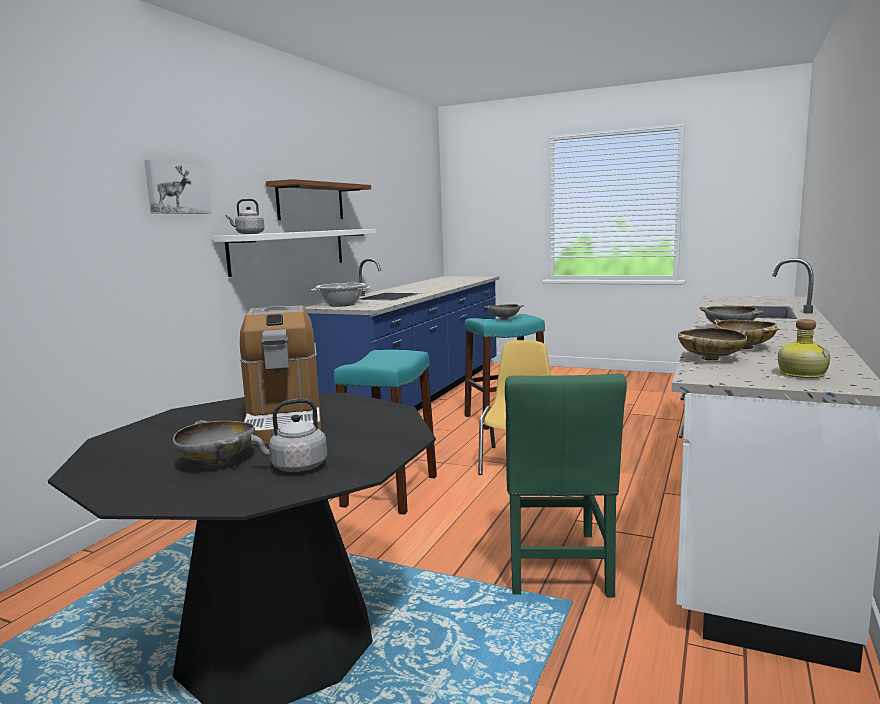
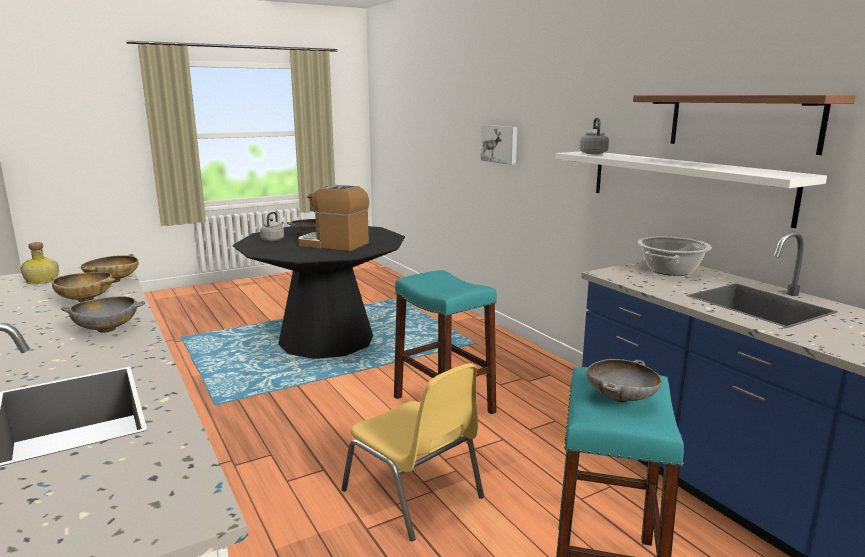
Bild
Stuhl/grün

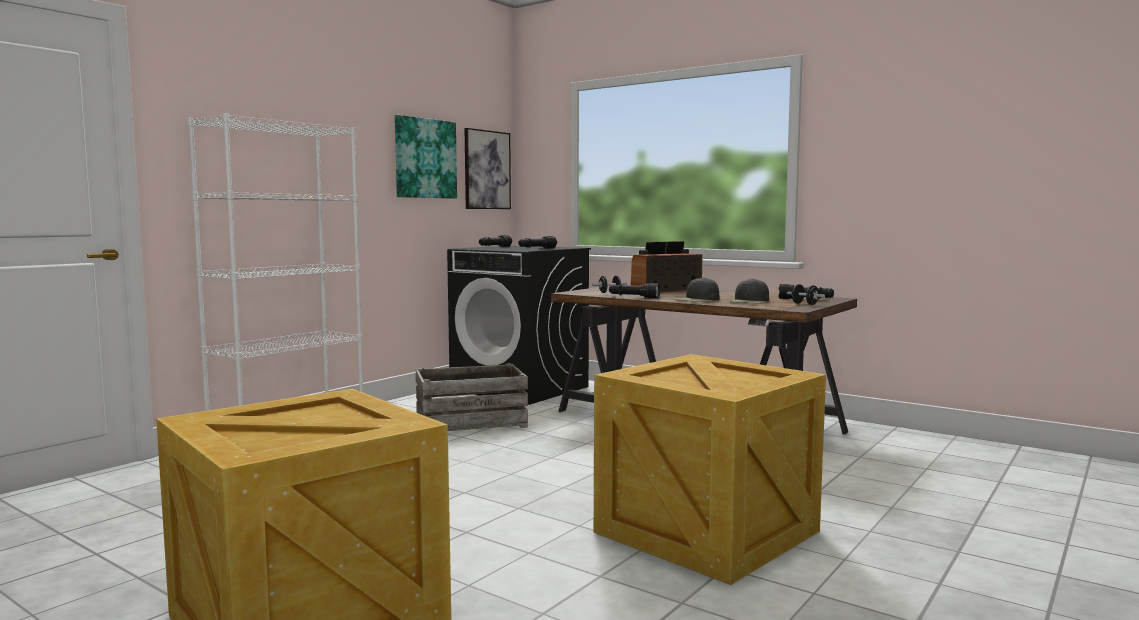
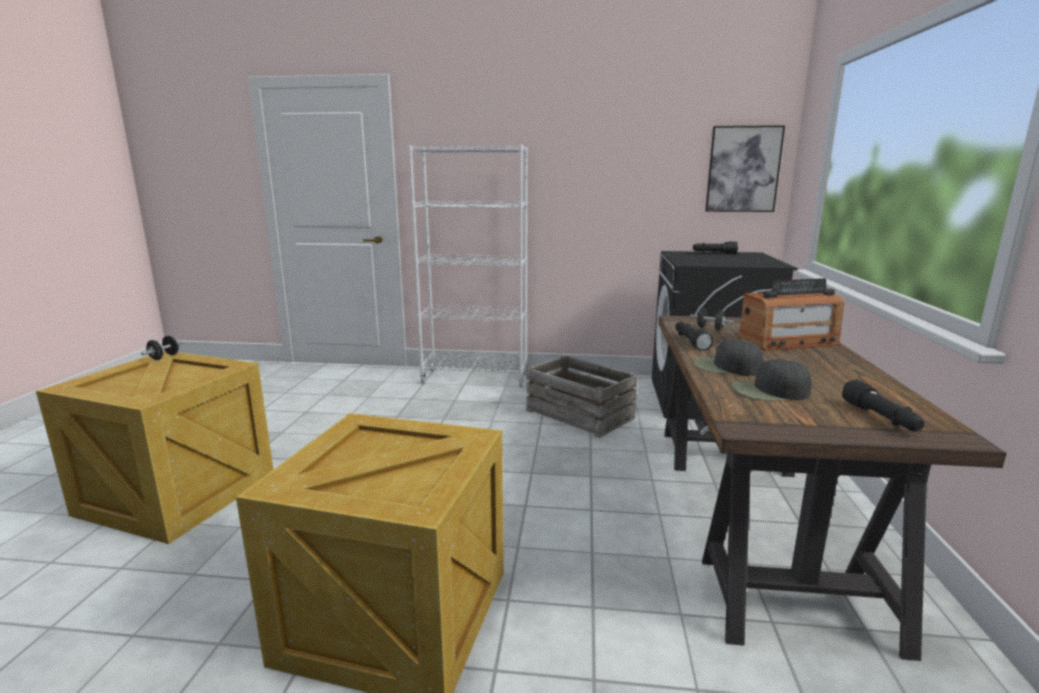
Bild (no. 1 from left in the first image)
Taschenlampe/schwarz (no. 2 from left in the first image)
Radio
Hantel/schwarz (no. 1 from left)

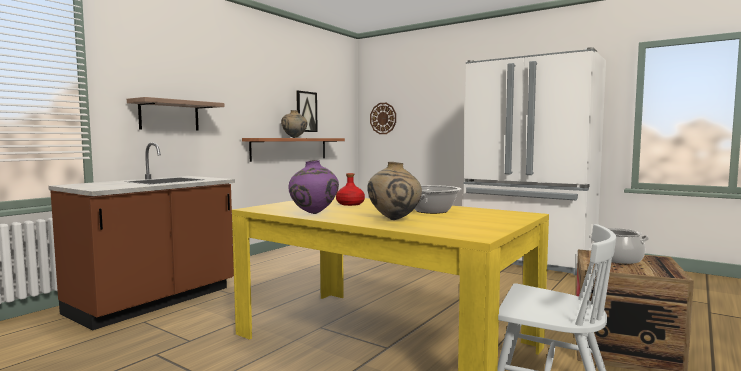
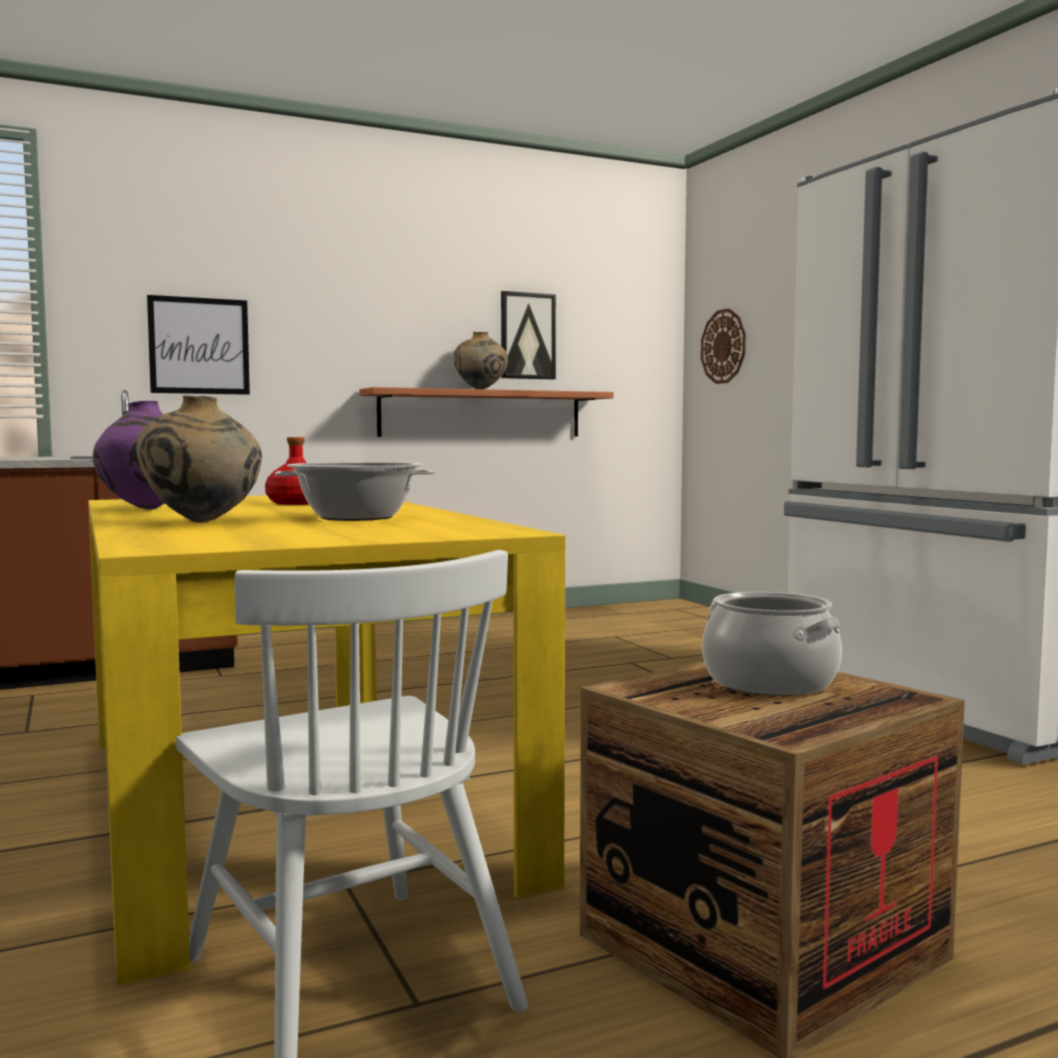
Bild (no. 1 from left)

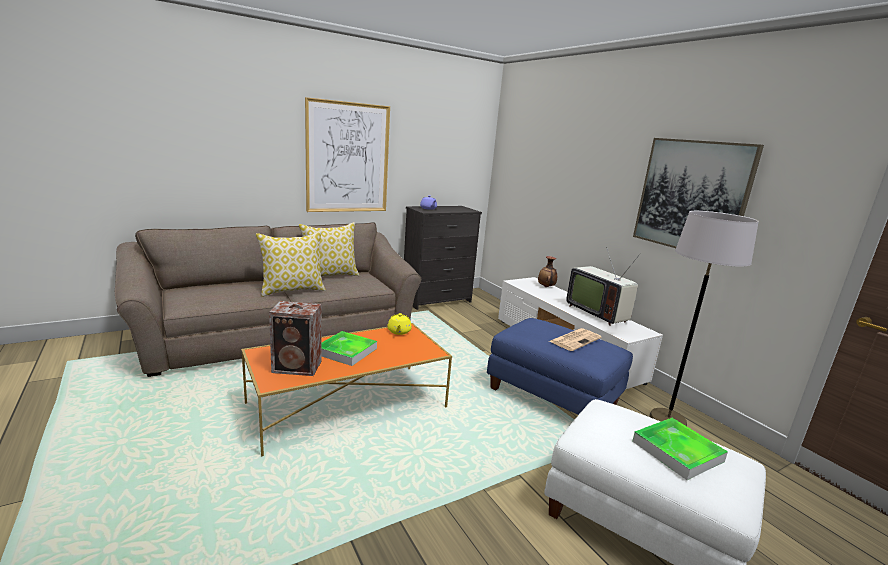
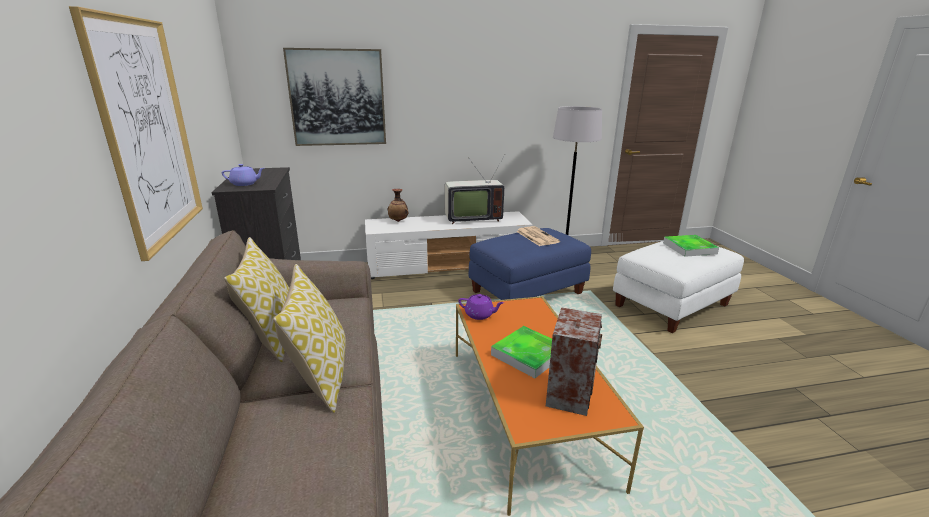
Bild (no. 2 from left)
Teekanne/lila (no. 2 from left)

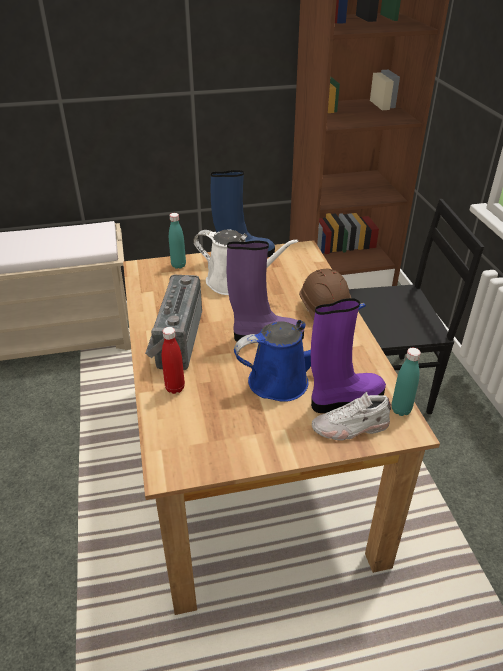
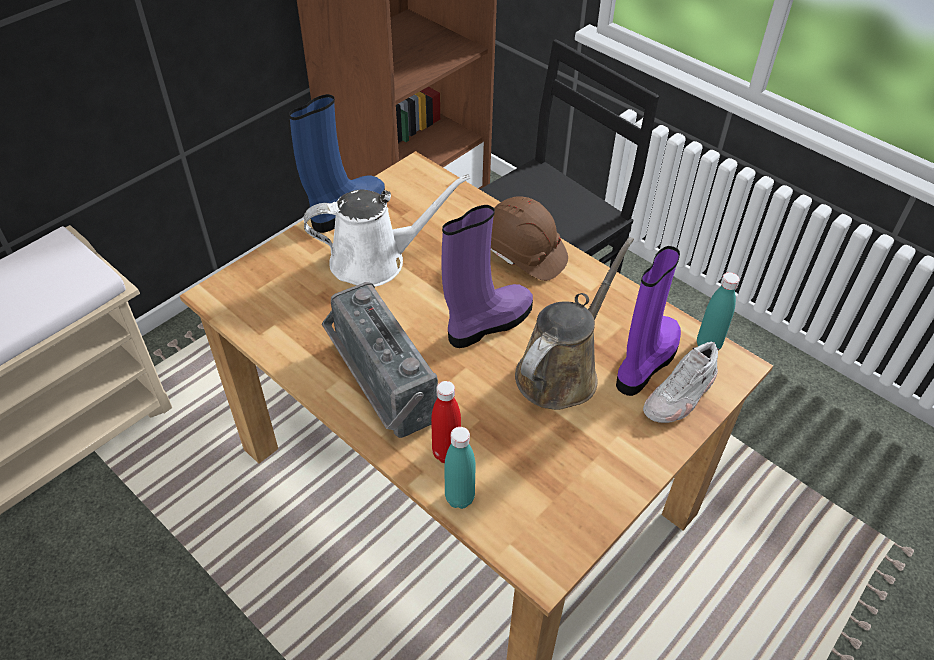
Flasche/türkis (no. 1 from left)
Gießkanne/braun

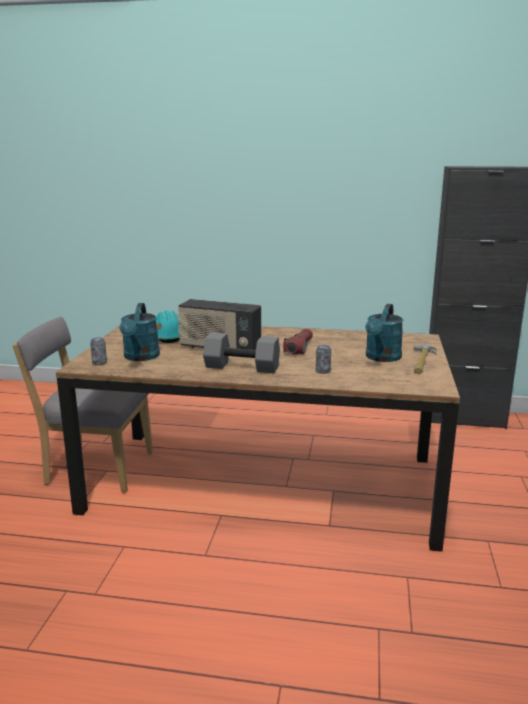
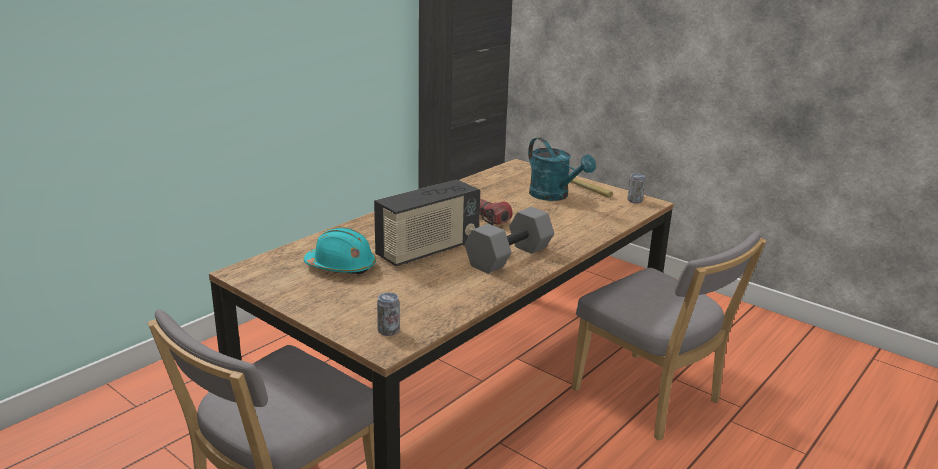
Gießkanne/türkis (no. 1 from left in the first image)
Dose (no. 2 from left)
Stuhl/grau (no. 2 from left)

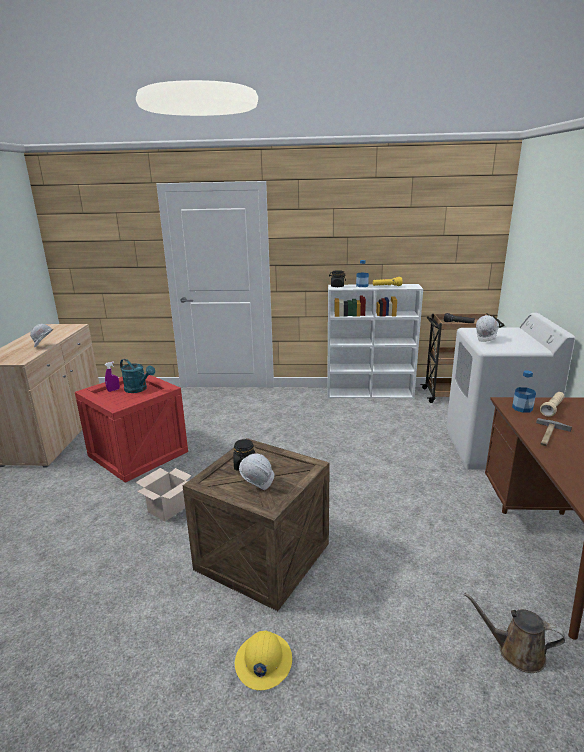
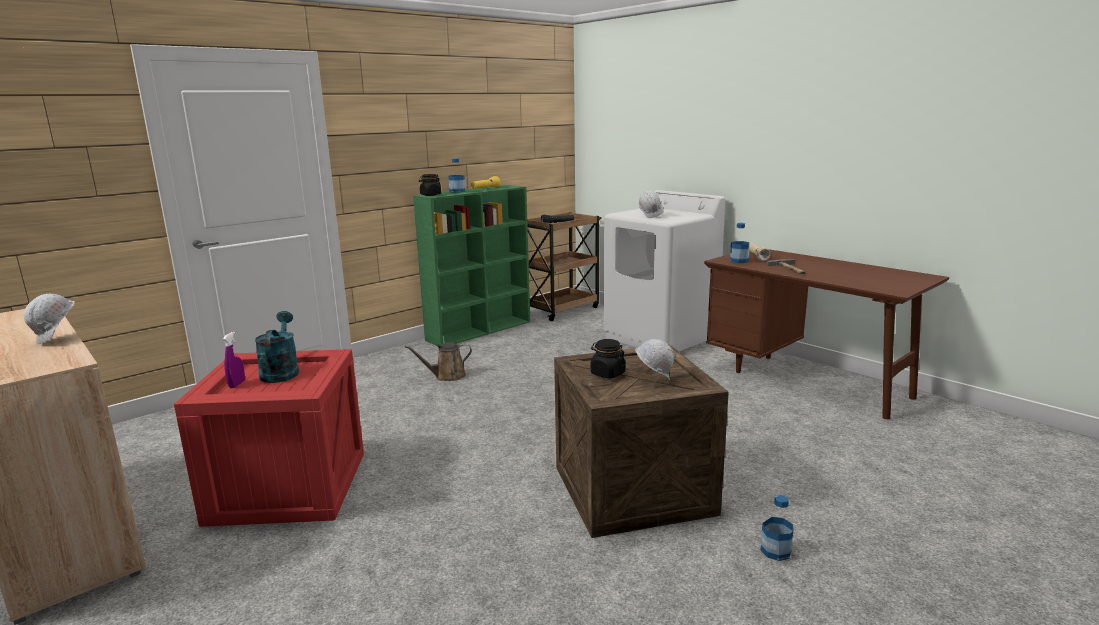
Bücherregal/grün
Gießkanne/türkis
Karton
Gießkanne/braun
Flasche (no. 3 from left)

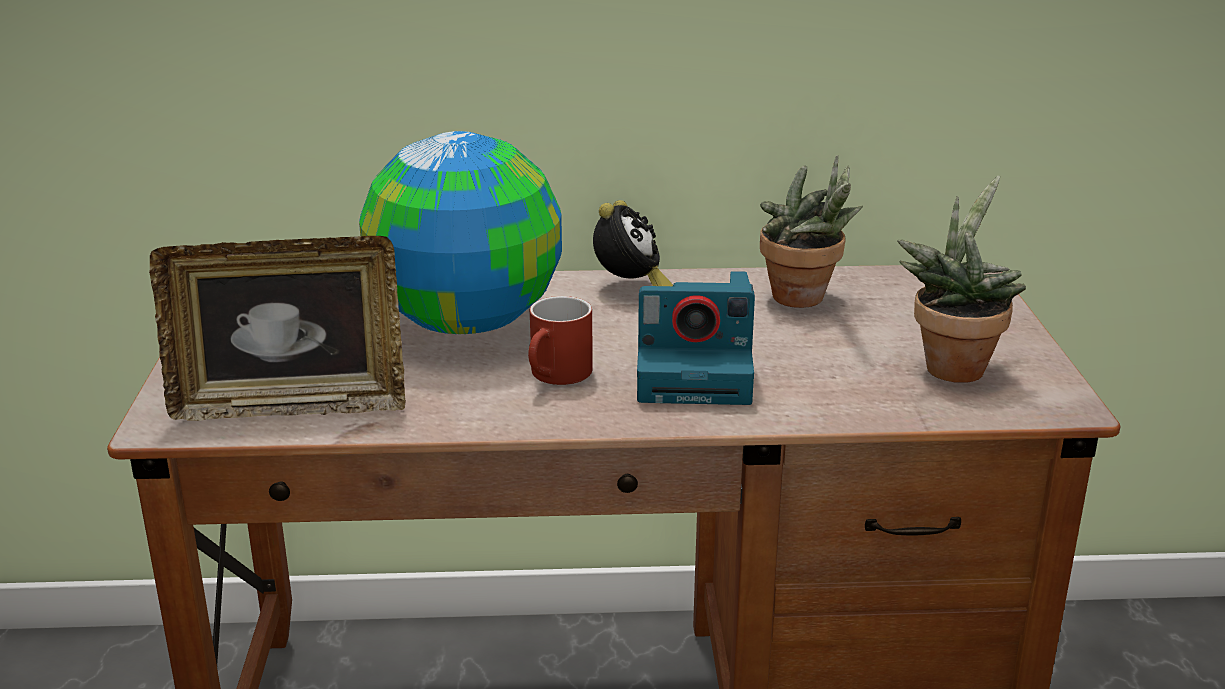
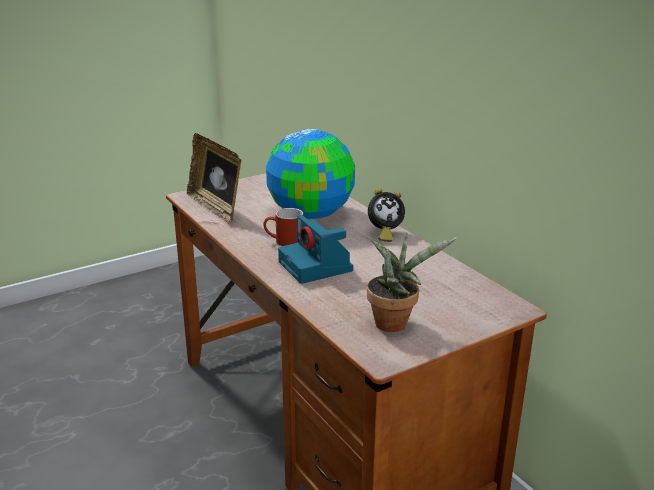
Topfpflanze (no. 1 from left in the first image)

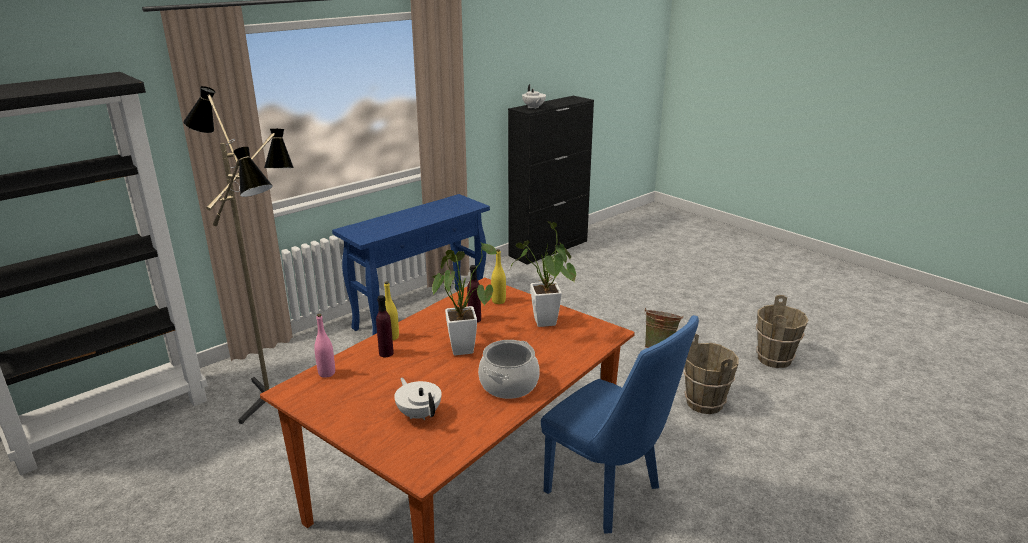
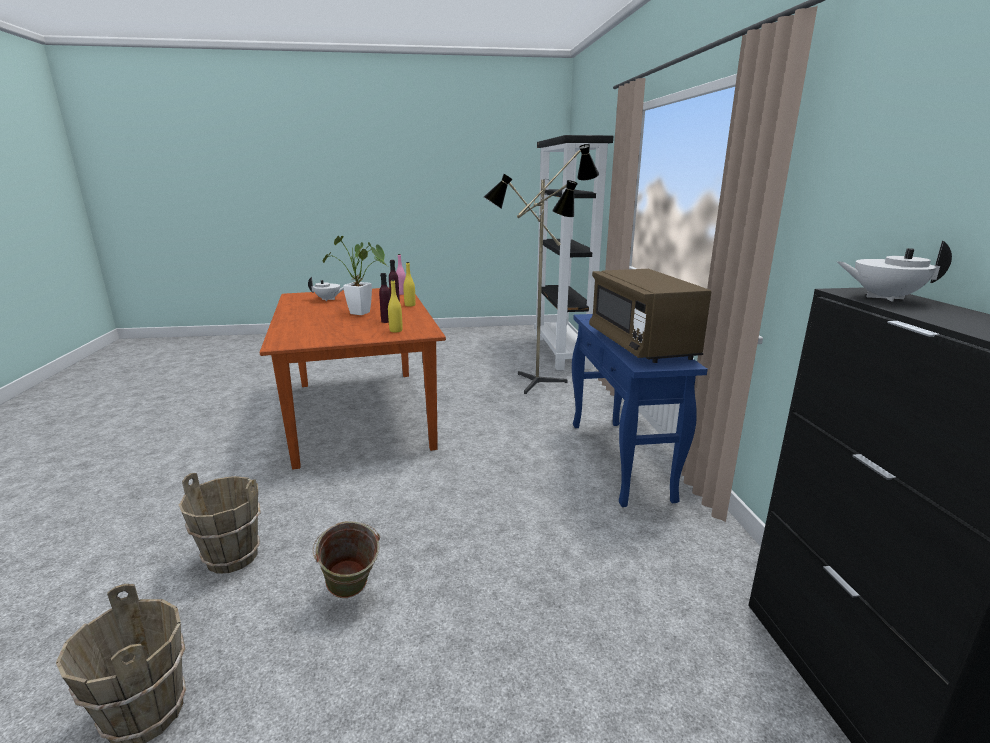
Topfpflanze (no. 2 from left in the first image)
Stuhl/blau
Kochtopf
Mikrowelle/braun

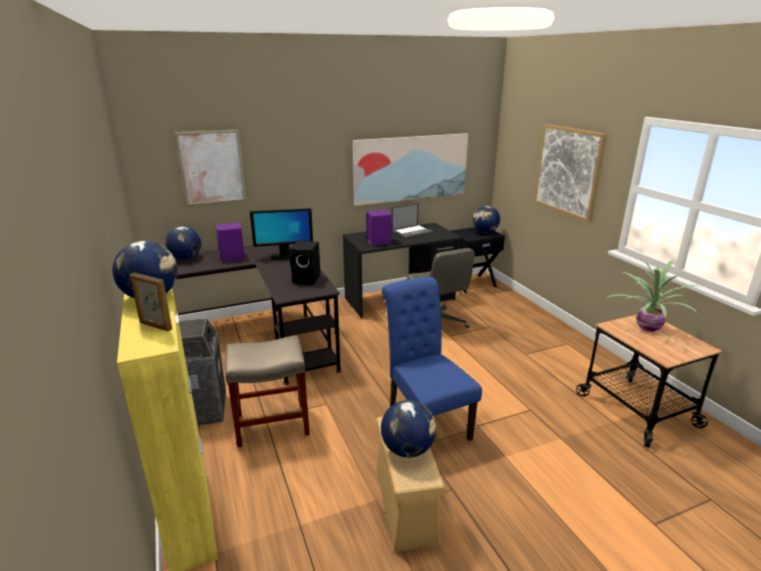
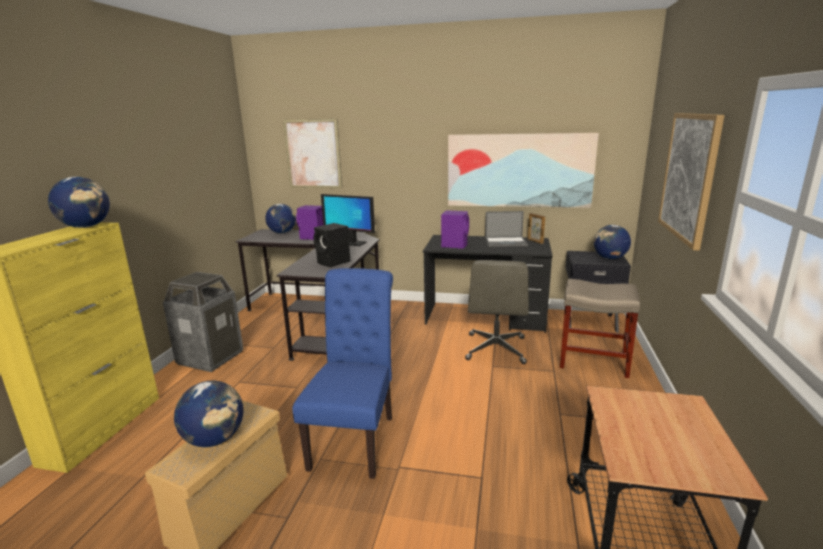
Topfpflanze
Bilderrahmen
Hocker/beige

